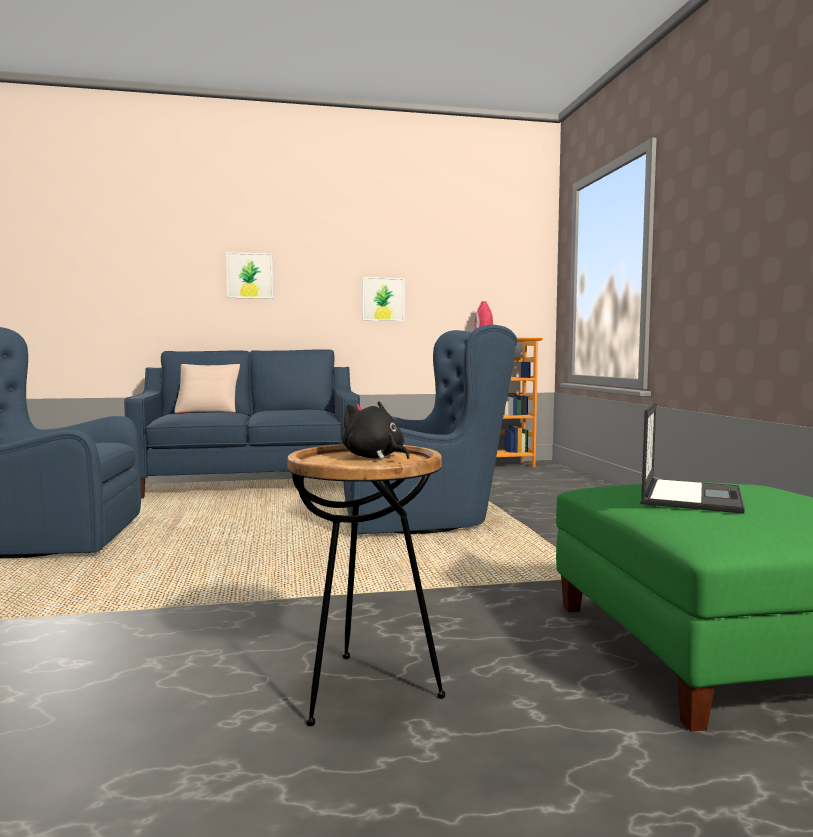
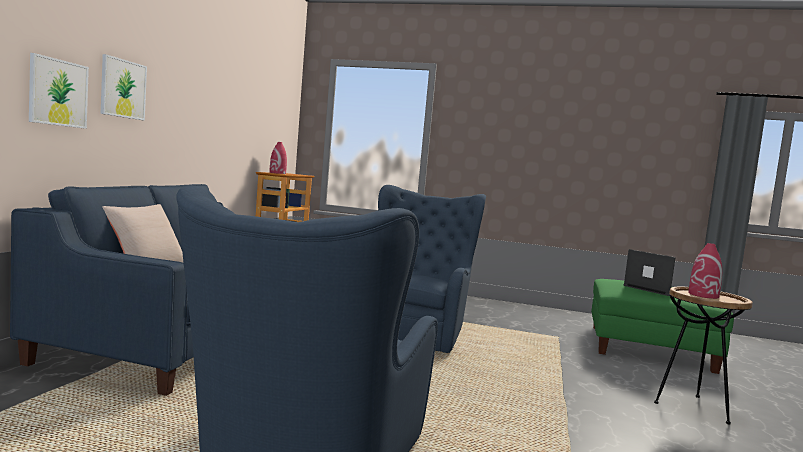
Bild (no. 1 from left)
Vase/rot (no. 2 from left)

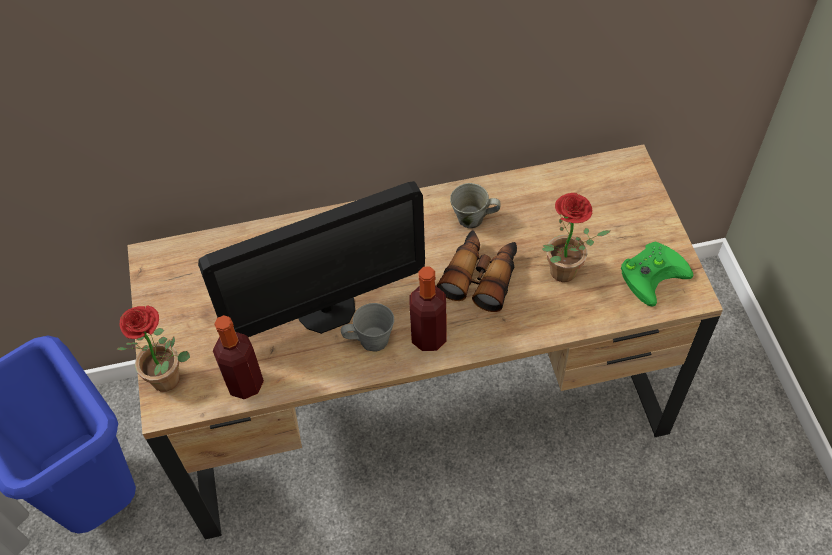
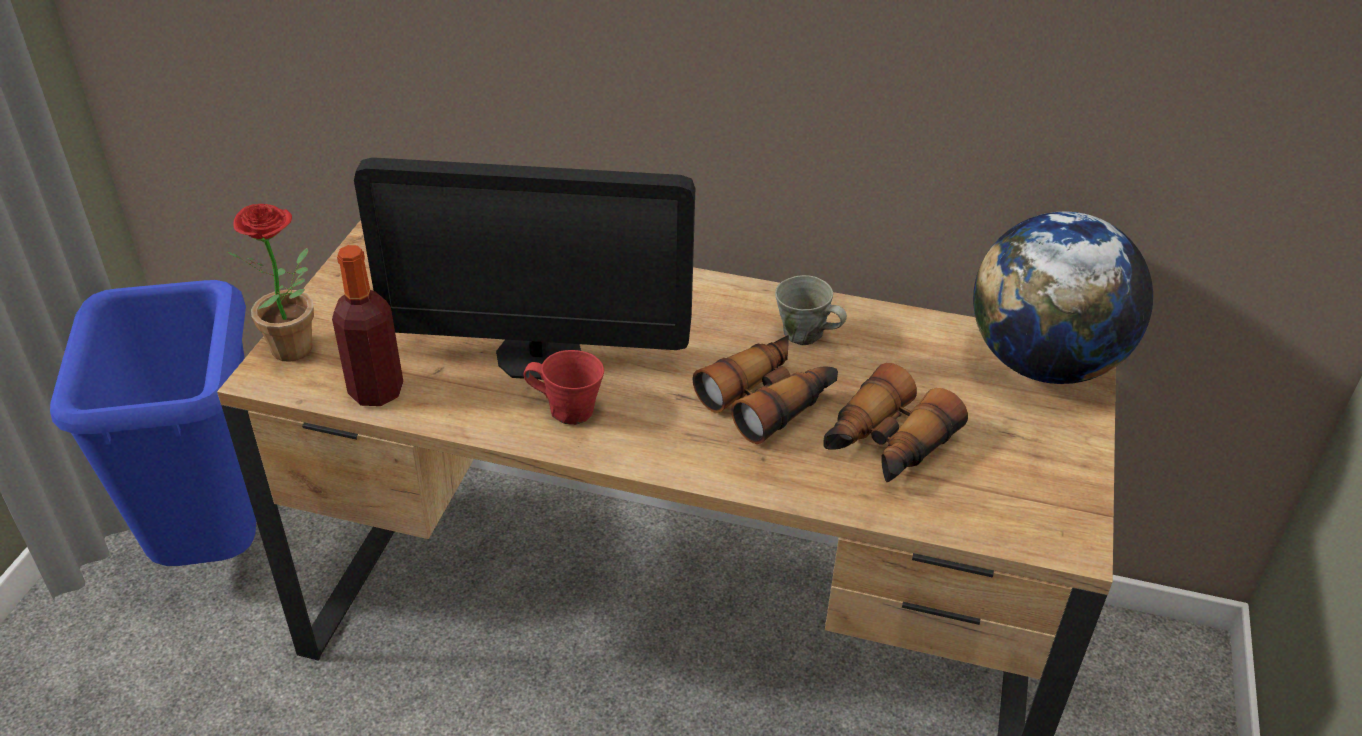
Fernglas (no. 2 from left)
Gamepad/grün
Flasche (no. 2 from left in the first image)
Henkelbecher/rot
Globus

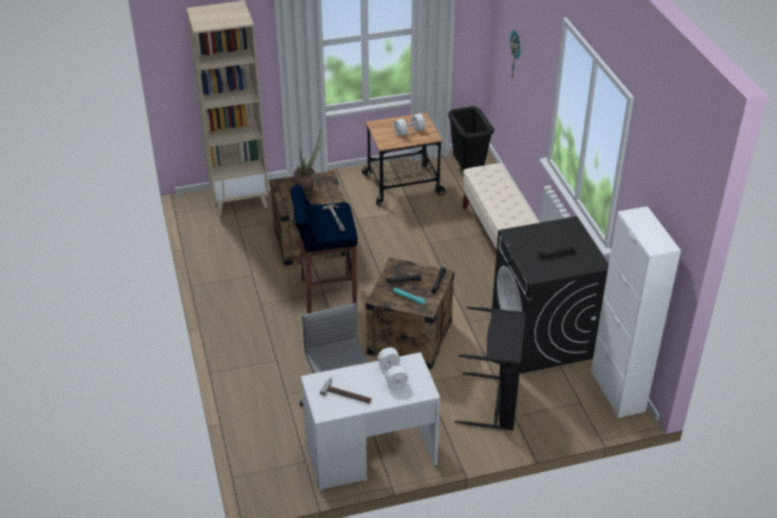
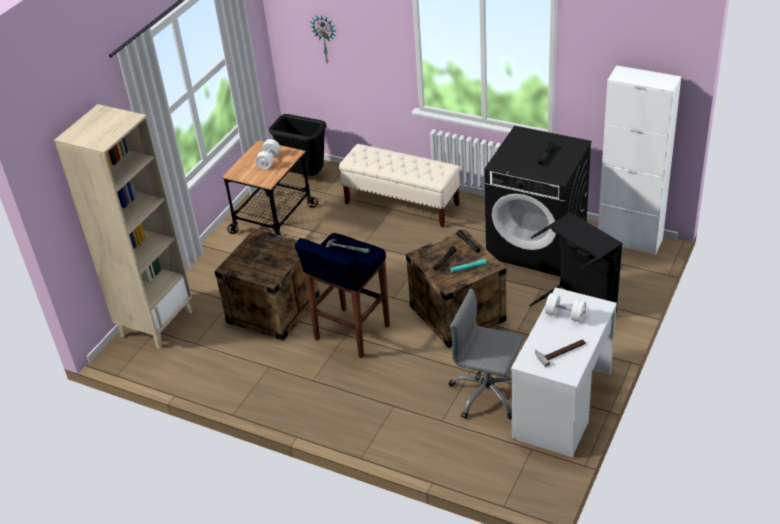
Topfpflanze

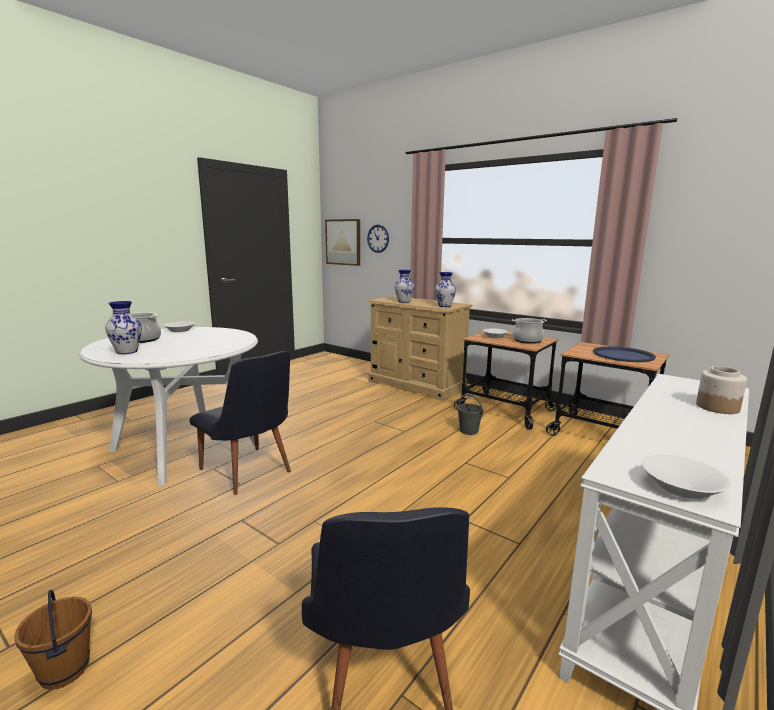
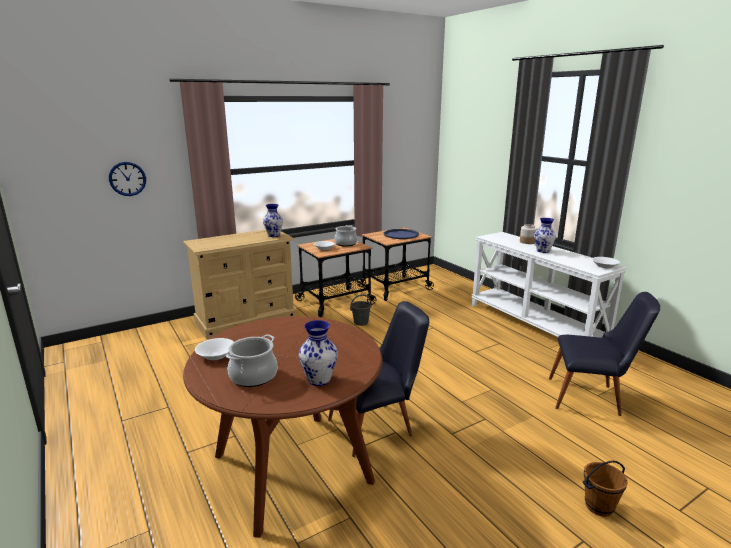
Bild
Vase (no. 3 from left)
Esstisch/braun

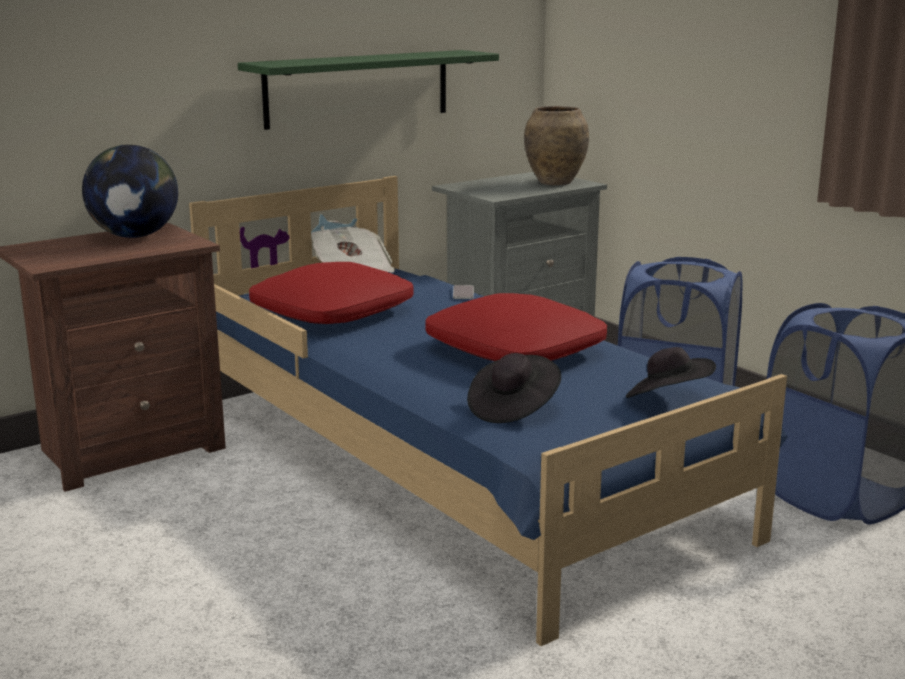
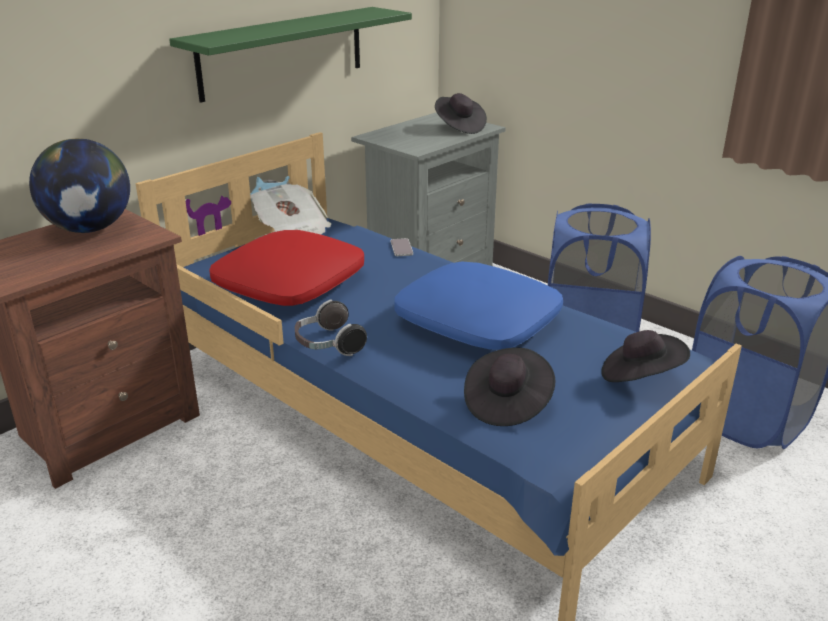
Hut/schwarz (no. 1 from left)
Kissen/blau
Kopfhörer

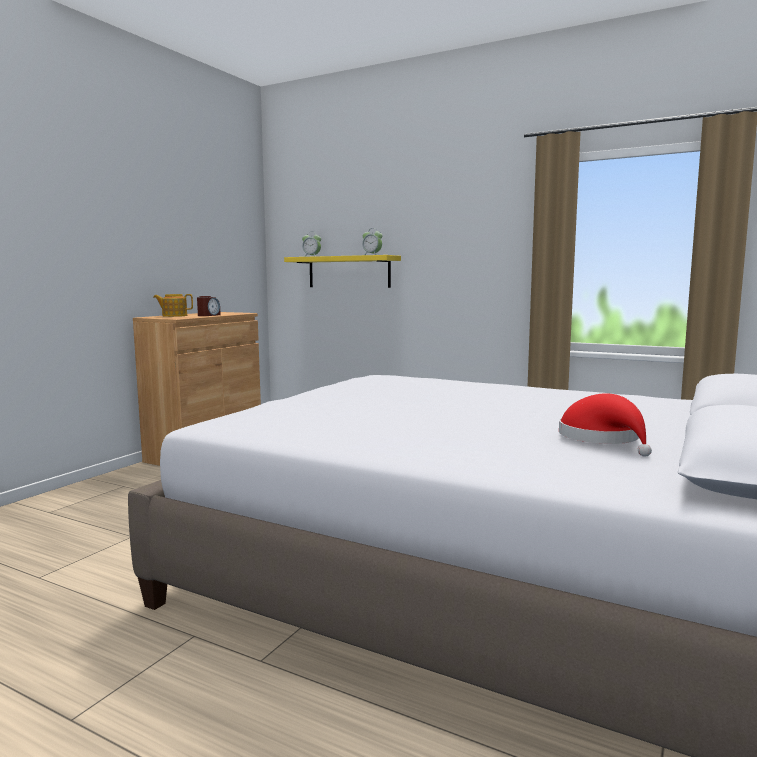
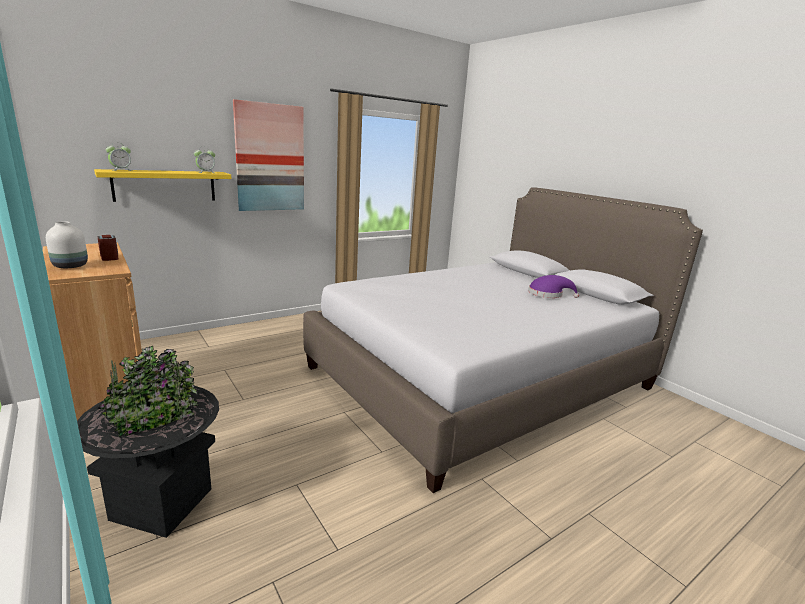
Vase/weiß
Hut/lila
Bild
Pflanzkübel/schwarz

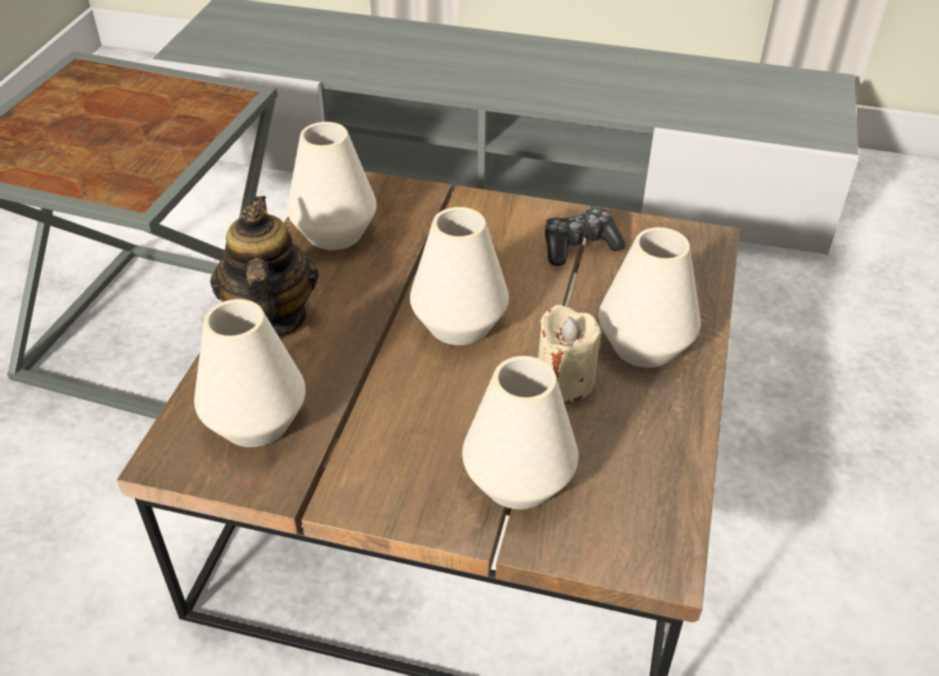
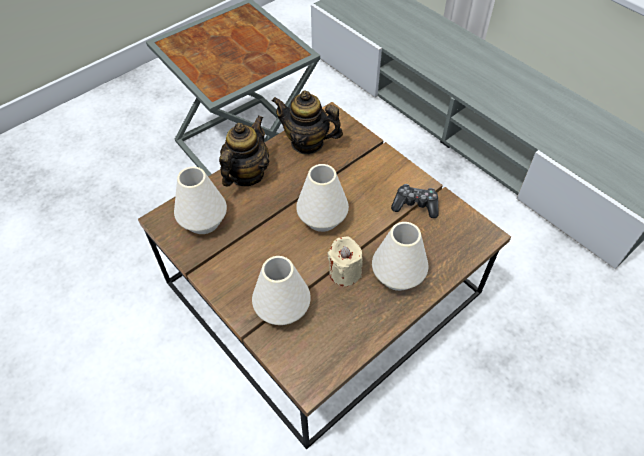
Teekanne (no. 2 from left)

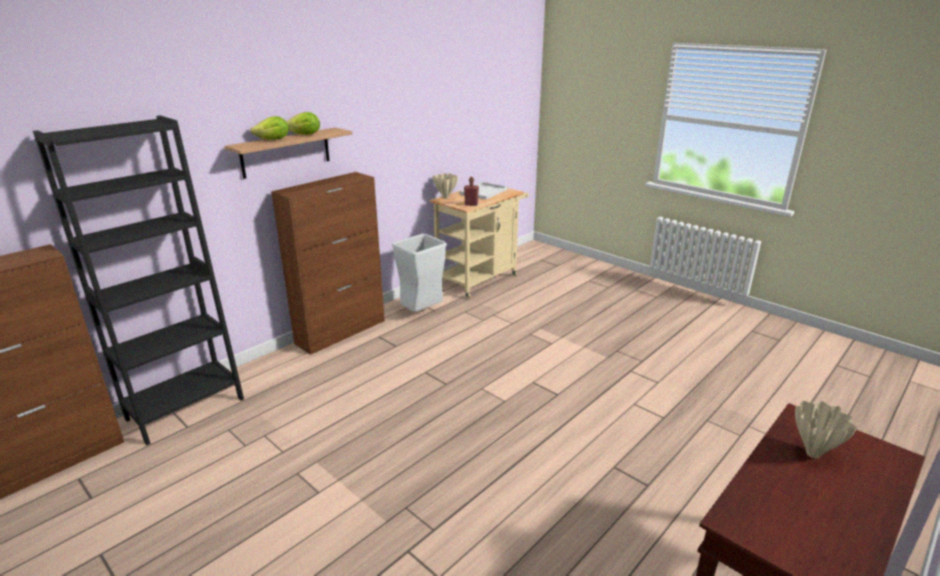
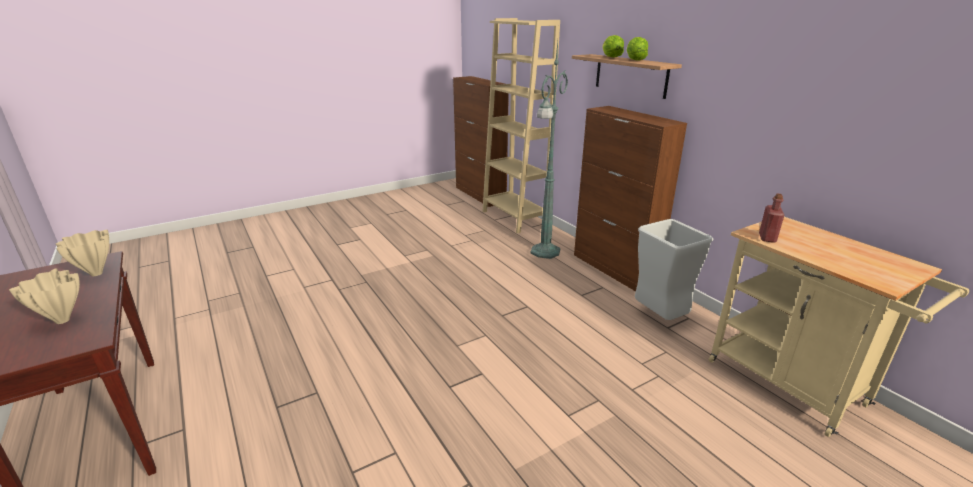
Bücherregal/beige
Vase/beige (no. 2 from left)
Tablett/weiß
Stehlampe/grün

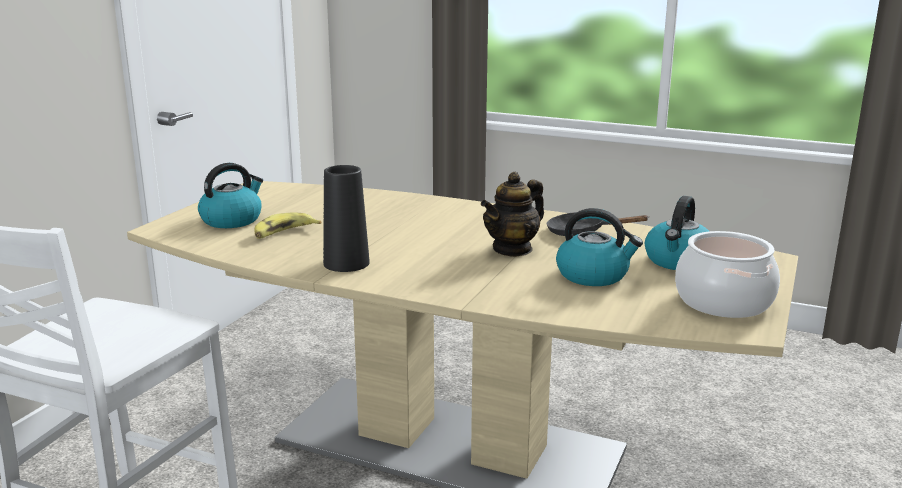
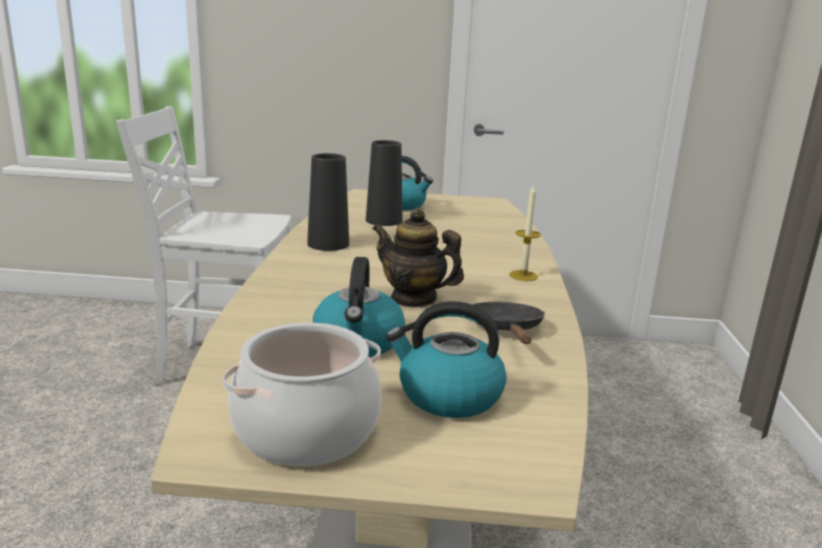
Vase/schwarz (no. 2 from left)
Kerze

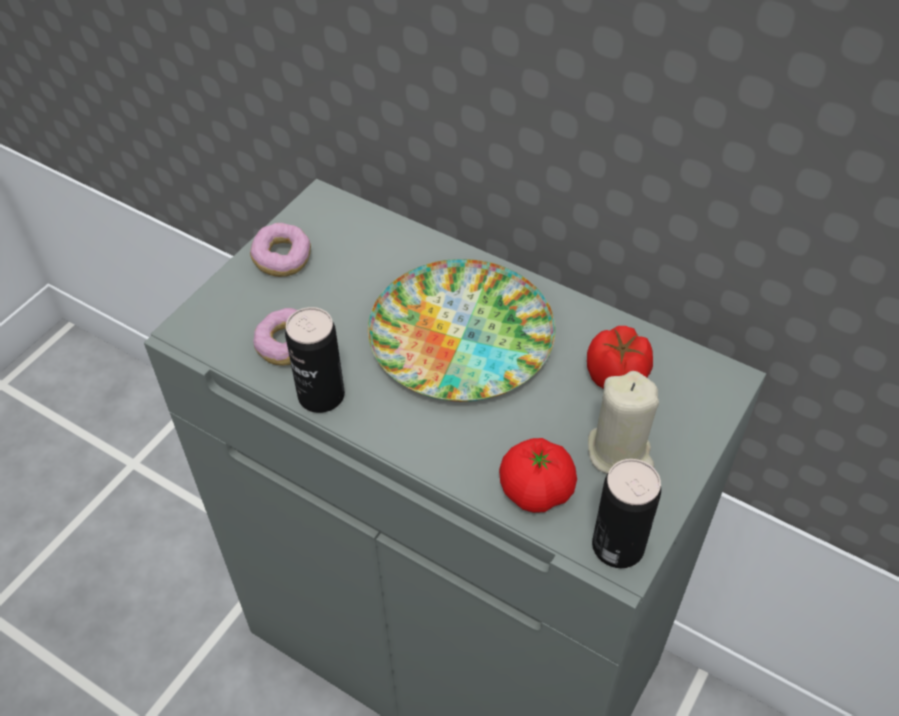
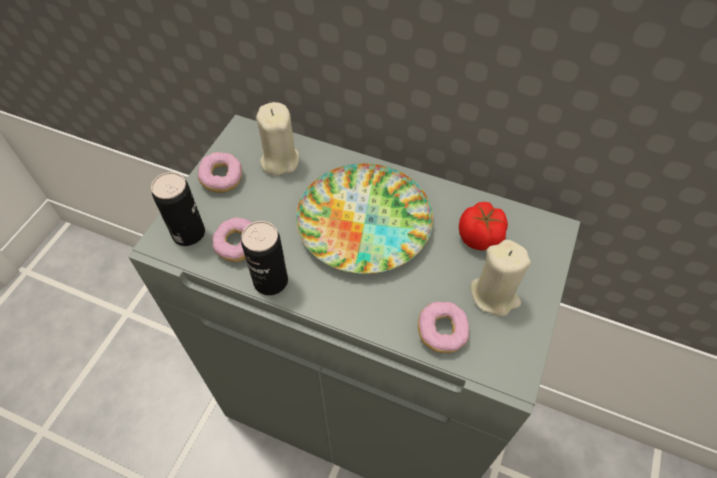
Donut (no. 3 from left)
Dose (no. 1 from left)
Kerze/beige (no. 1 from left)

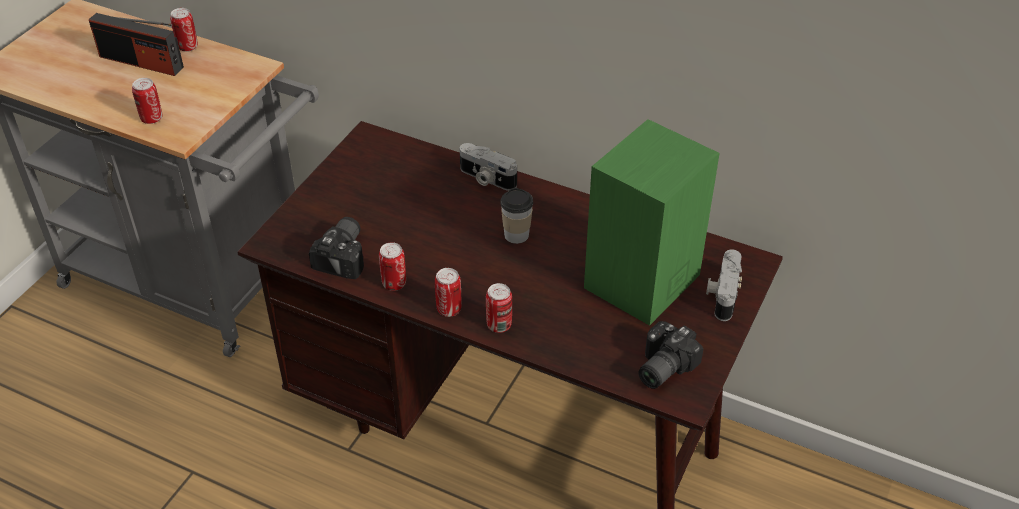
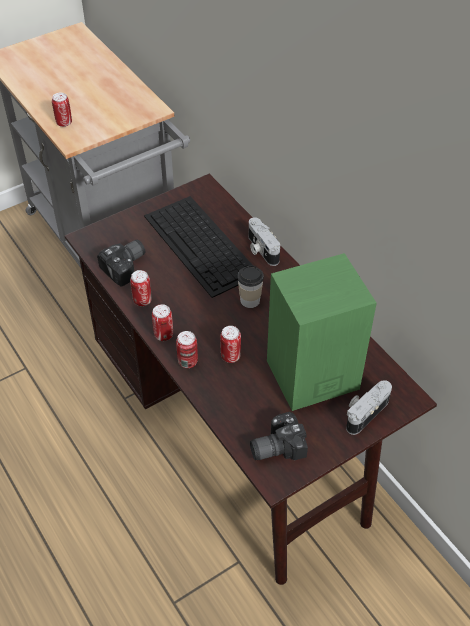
Dose (no. 5 from left)
Radio
Tastatur

